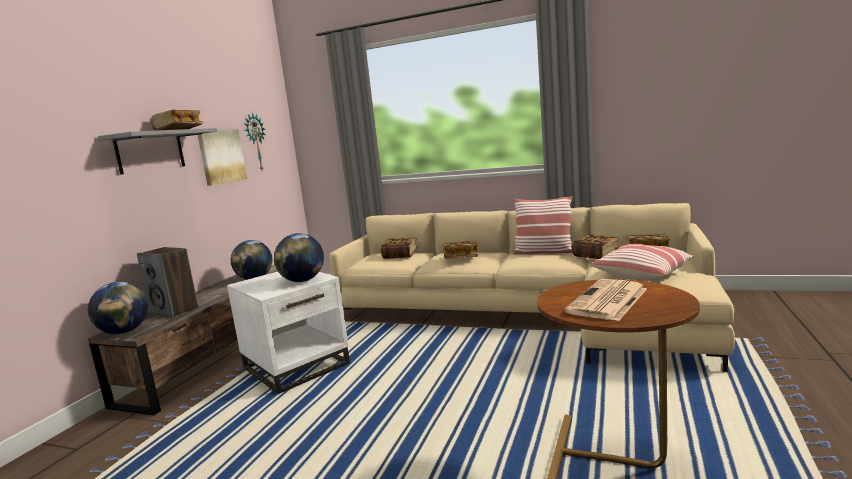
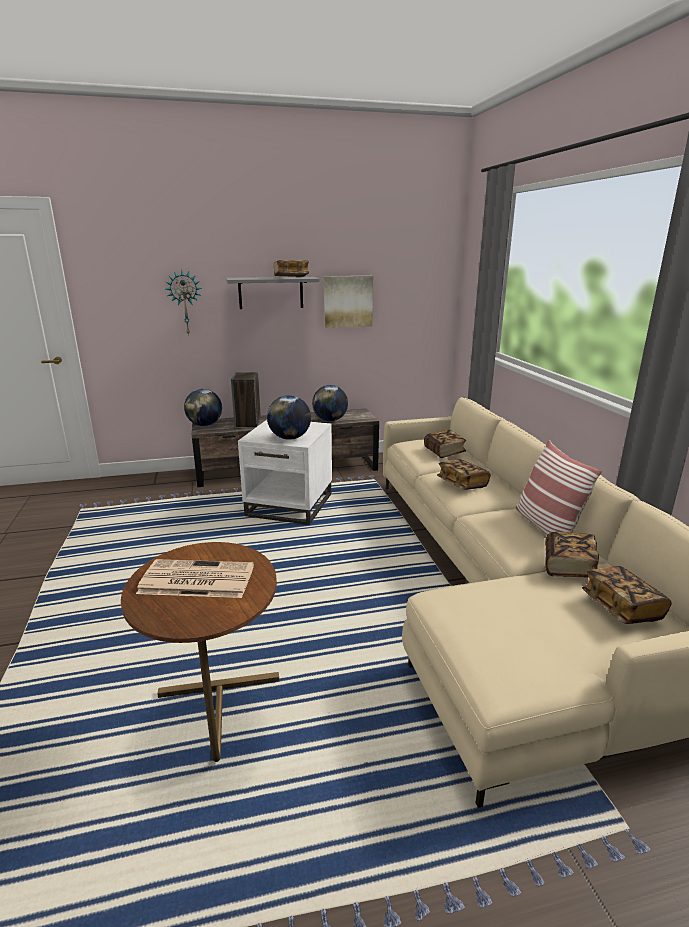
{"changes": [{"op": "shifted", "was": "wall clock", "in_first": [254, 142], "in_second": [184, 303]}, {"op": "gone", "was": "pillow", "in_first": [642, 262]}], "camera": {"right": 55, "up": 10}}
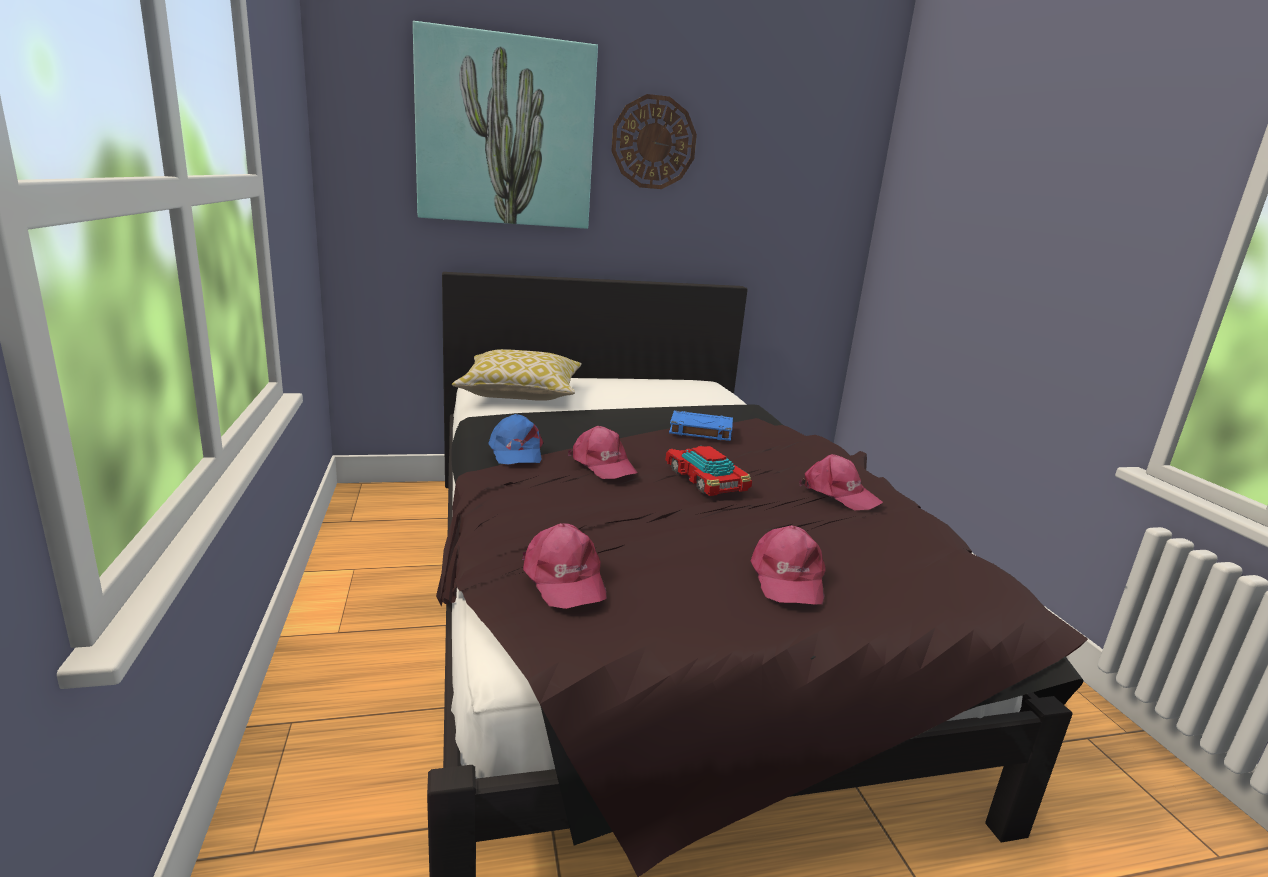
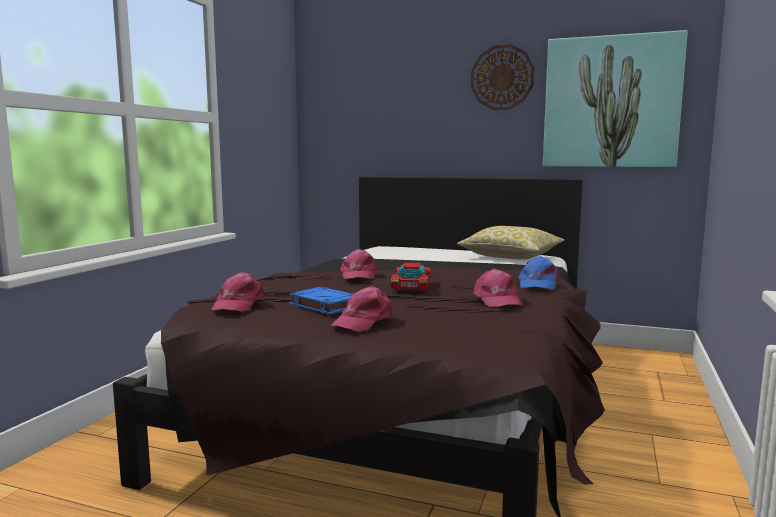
{"changes": [{"op": "shifted", "was": "picture", "in_first": [505, 125], "in_second": [615, 98]}, {"op": "shifted", "was": "pillow", "in_first": [517, 375], "in_second": [510, 243]}, {"op": "shifted", "was": "book/blue", "in_first": [701, 426], "in_second": [321, 300]}, {"op": "shifted", "was": "cap/blue", "in_first": [515, 439], "in_second": [540, 273]}], "camera": {"right": 35, "up": -10}}
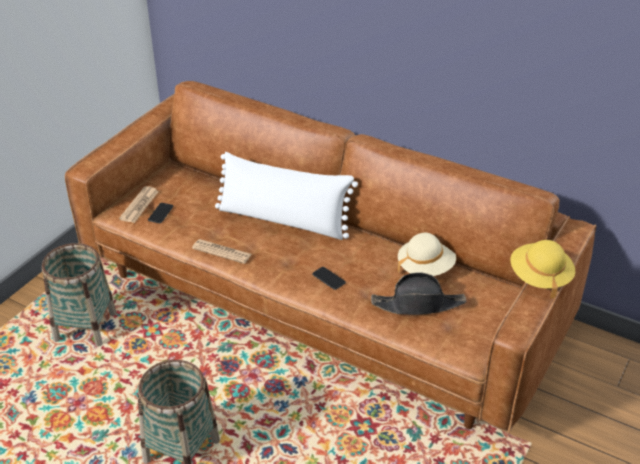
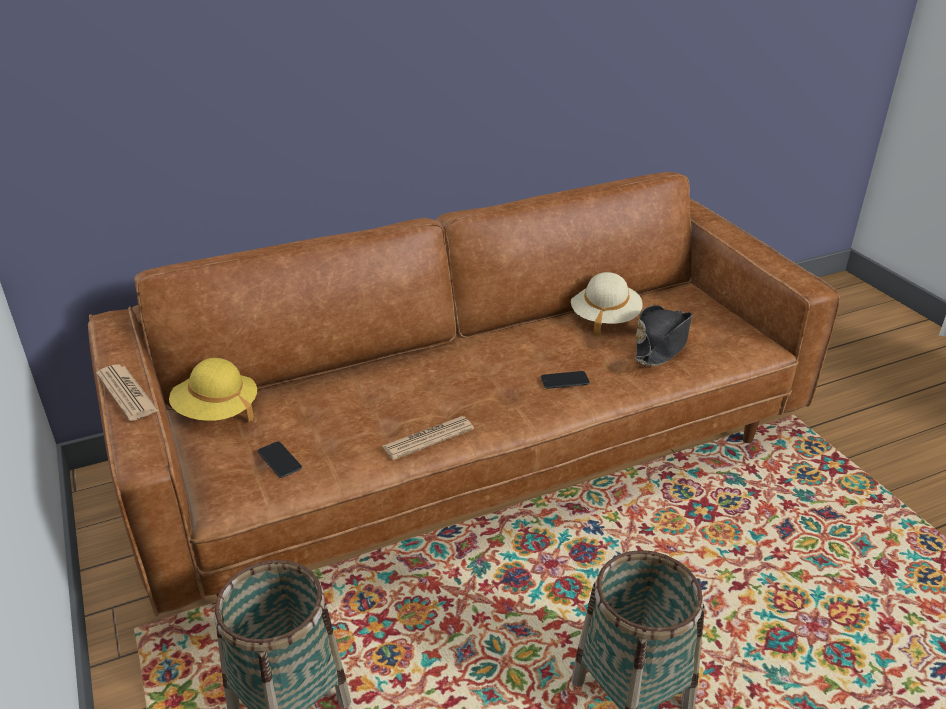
{"changes": [{"op": "gone", "was": "pillow/white", "in_first": [286, 196]}, {"op": "shifted", "was": "newspaper", "in_first": [139, 204], "in_second": [127, 393]}, {"op": "shifted", "was": "hat/yellow", "in_first": [542, 269], "in_second": [213, 390]}], "camera": {"right": -55, "up": -5}}
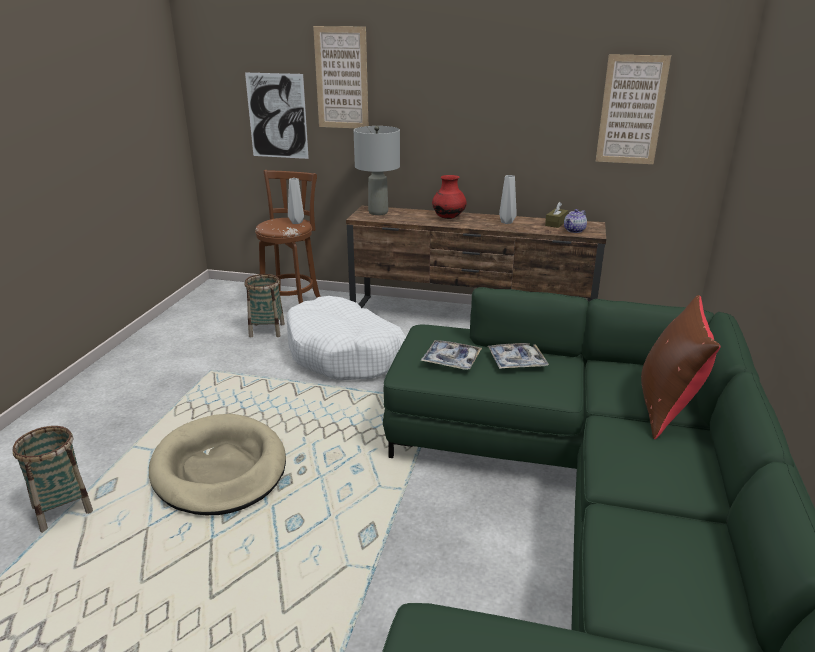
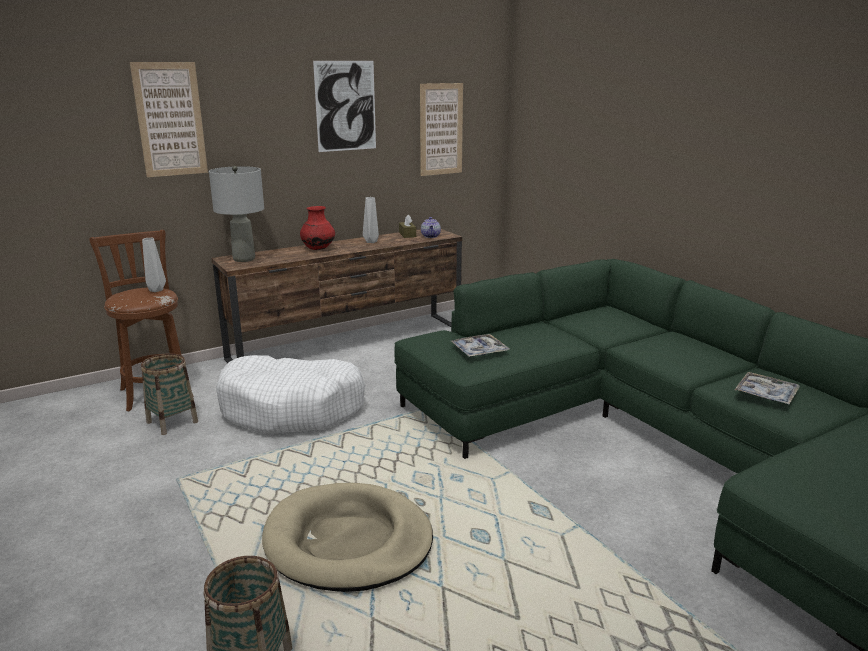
{"changes": [{"op": "shifted", "was": "picture", "in_first": [277, 116], "in_second": [344, 106]}, {"op": "gone", "was": "pillow/brown", "in_first": [681, 367]}, {"op": "shifted", "was": "tray", "in_first": [518, 356], "in_second": [767, 388]}], "camera": {"right": -45, "up": -5}}
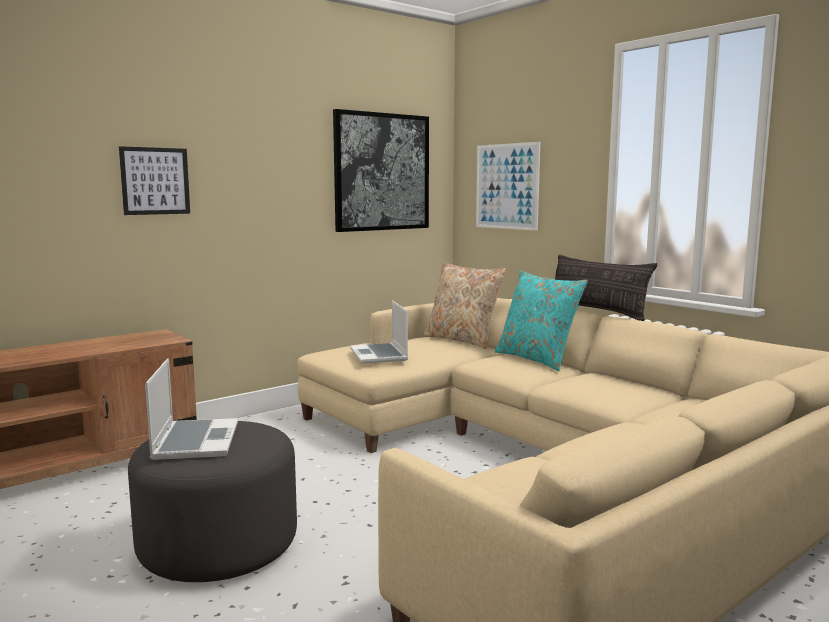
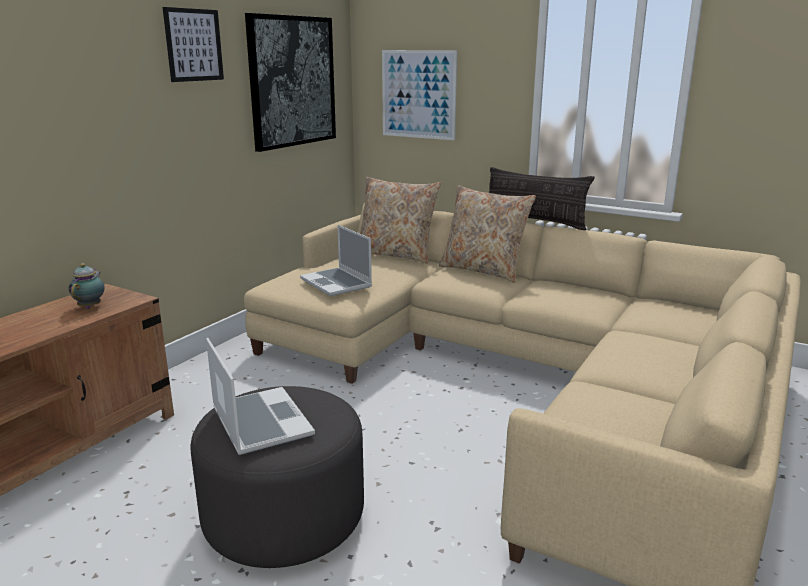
{"changes": [{"op": "shifted", "was": "picture", "in_first": [154, 180], "in_second": [193, 44]}, {"op": "repainted", "was": "pillow/turquoise", "now": "pillow/beige", "in_first": [541, 321], "in_second": [487, 234]}, {"op": "new", "now": "teapot", "in_second": [87, 286]}], "camera": {"right": -20, "up": 10}}
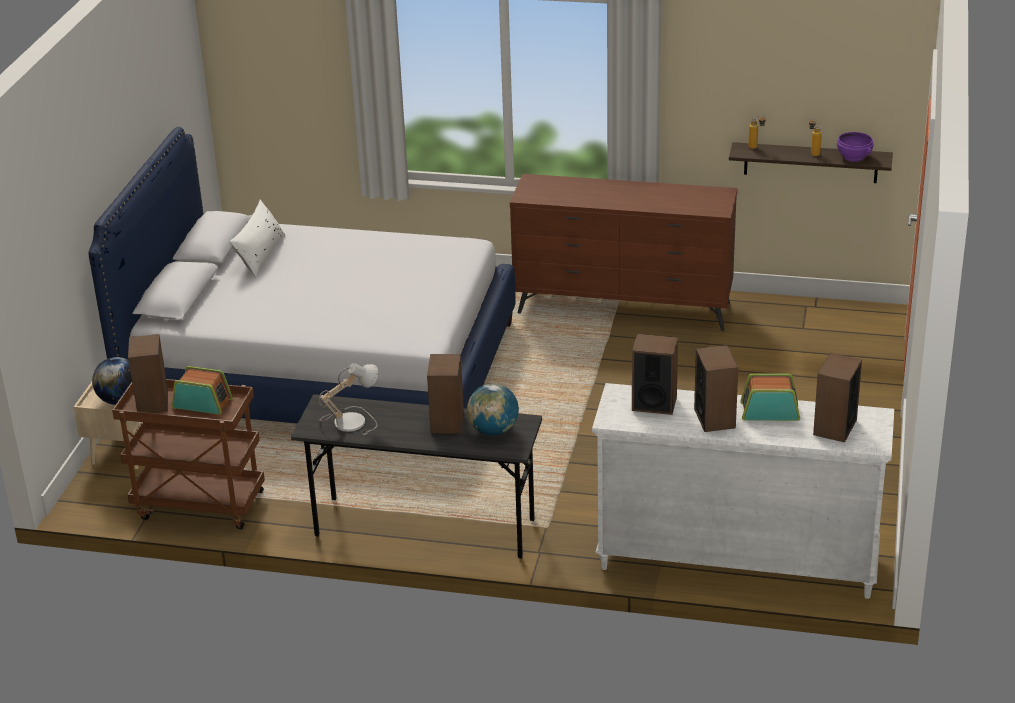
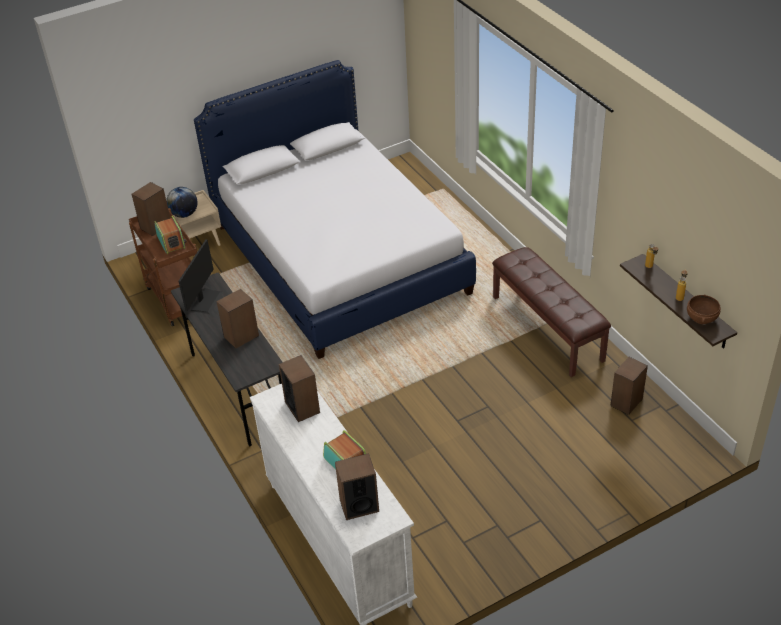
{"changes": [{"op": "repainted", "was": "bowl/purple", "now": "bowl/brown", "in_first": [855, 147], "in_second": [704, 309]}, {"op": "swapped", "was": "dresser/brown", "now": "bench/brown", "in_first": [624, 252], "in_second": [551, 312]}, {"op": "gone", "was": "pillow/white", "in_first": [257, 239]}, {"op": "shifted", "was": "speaker", "in_first": [716, 388], "in_second": [629, 386]}, {"op": "swapped", "was": "table lamp", "now": "monitor", "in_first": [349, 399], "in_second": [200, 276]}, {"op": "gone", "was": "globe", "in_first": [493, 410]}], "camera": {"right": 50, "up": 10}}
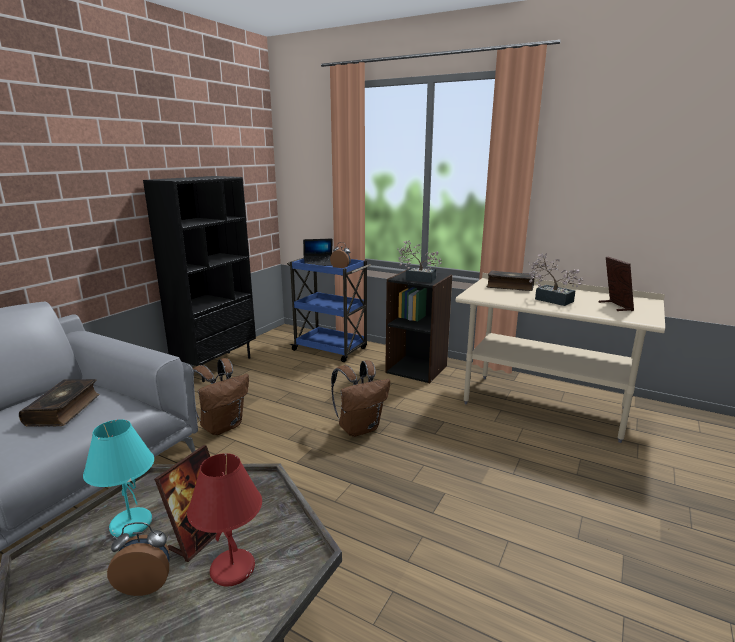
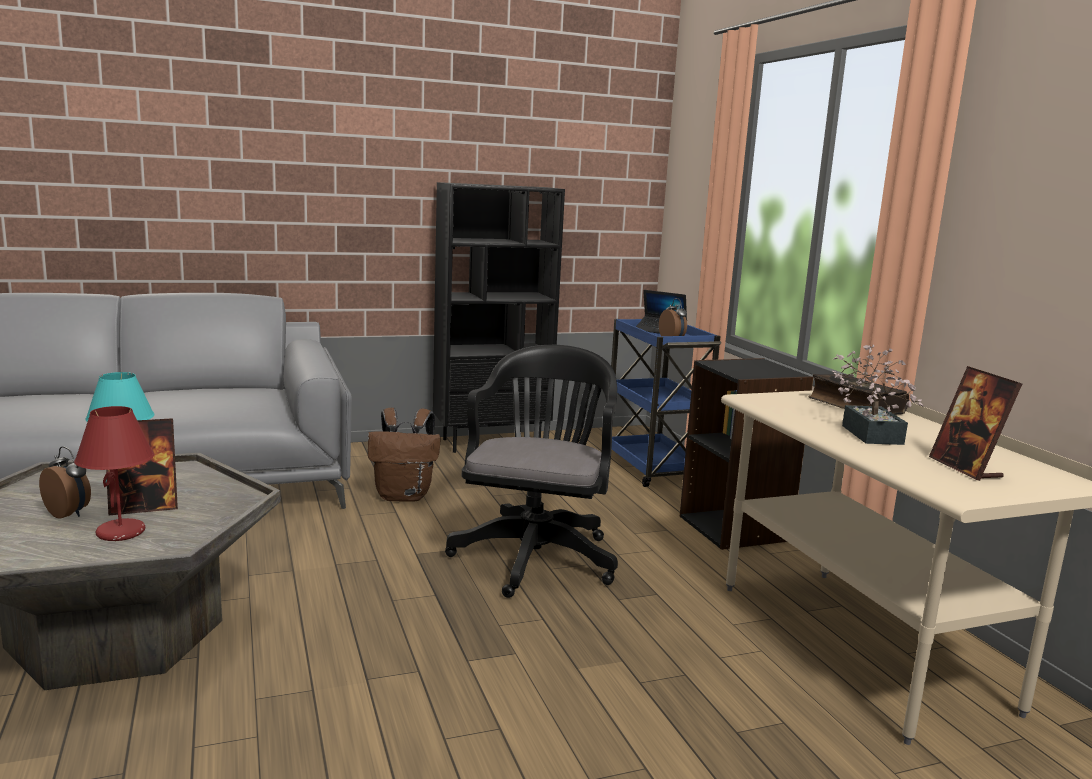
{"changes": [{"op": "gone", "was": "potted plant", "in_first": [420, 261]}, {"op": "rotated", "was": "picture frame", "in_first": [616, 284], "in_second": [975, 423], "clockwise": 135}, {"op": "swapped", "was": "backpack/brown", "now": "office chair/black", "in_first": [360, 398], "in_second": [531, 471]}, {"op": "gone", "was": "book", "in_first": [59, 403]}], "camera": {"right": 40, "up": -5}}
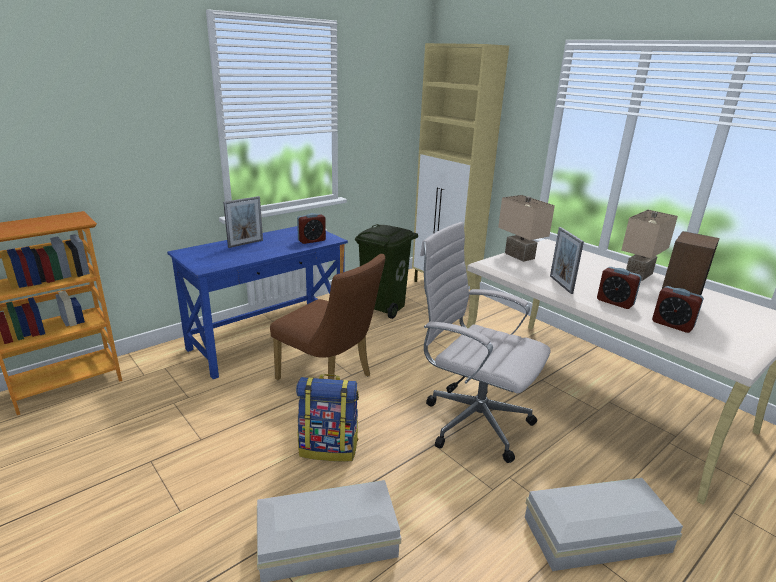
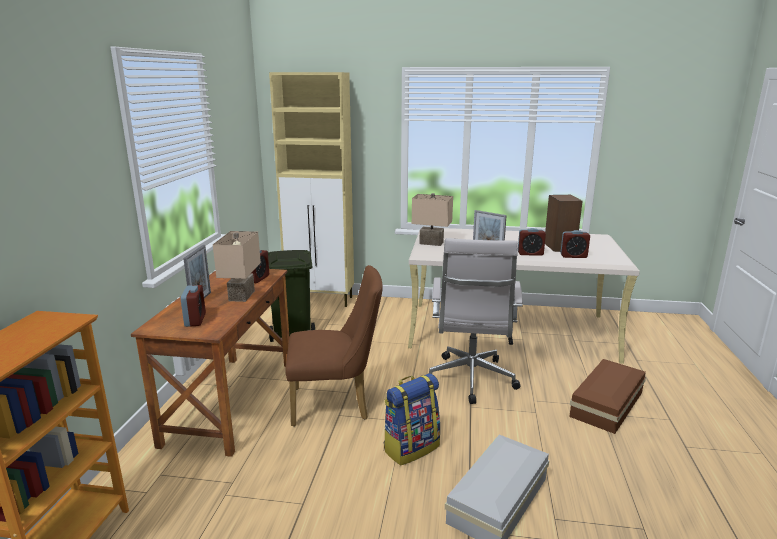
{"changes": [{"op": "shifted", "was": "table lamp/beige", "in_first": [649, 245], "in_second": [237, 266]}, {"op": "rotated", "was": "office chair/white", "in_first": [485, 342], "in_second": [476, 321], "clockwise": -75}, {"op": "repainted", "was": "desk/blue", "now": "desk/brown", "in_first": [257, 302], "in_second": [210, 363]}, {"op": "repainted", "was": "storage box/white", "now": "storage box/brown", "in_first": [604, 524], "in_second": [607, 396]}, {"op": "new", "now": "alarm clock", "in_second": [193, 306]}], "camera": {"right": -40, "up": -5}}
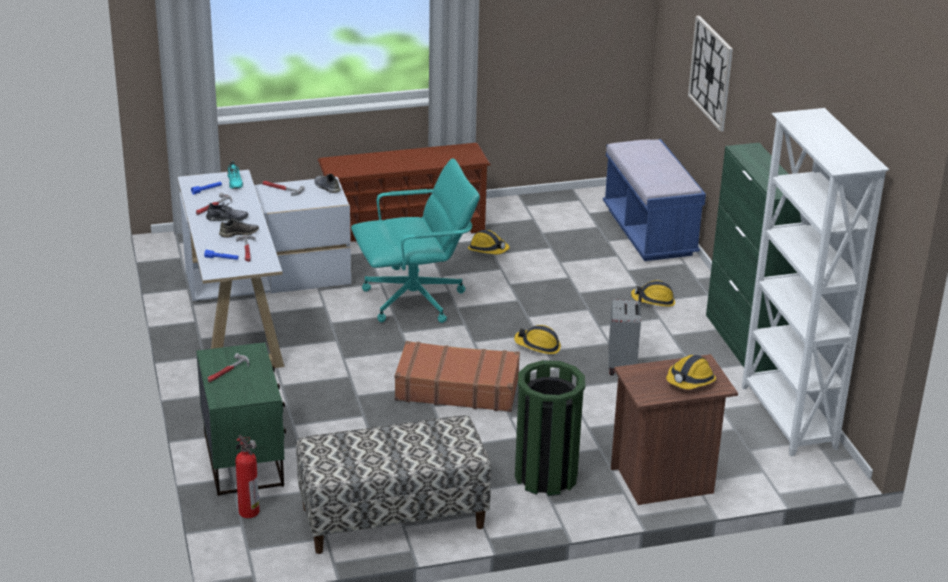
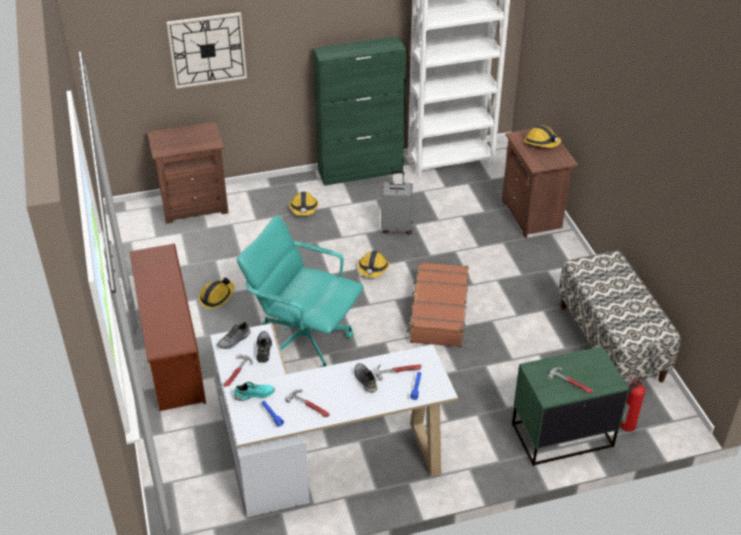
{"changes": [{"op": "swapped", "was": "bench/blue", "now": "nightstand/brown", "in_first": [654, 200], "in_second": [187, 173]}, {"op": "rotated", "was": "office chair/turquoise", "in_first": [415, 240], "in_second": [300, 291], "clockwise": -45}, {"op": "shifted", "was": "shoe/grey", "in_first": [227, 212], "in_second": [264, 346]}, {"op": "gone", "was": "trash can/green", "in_first": [550, 428]}], "camera": {"right": -90, "up": 10}}
